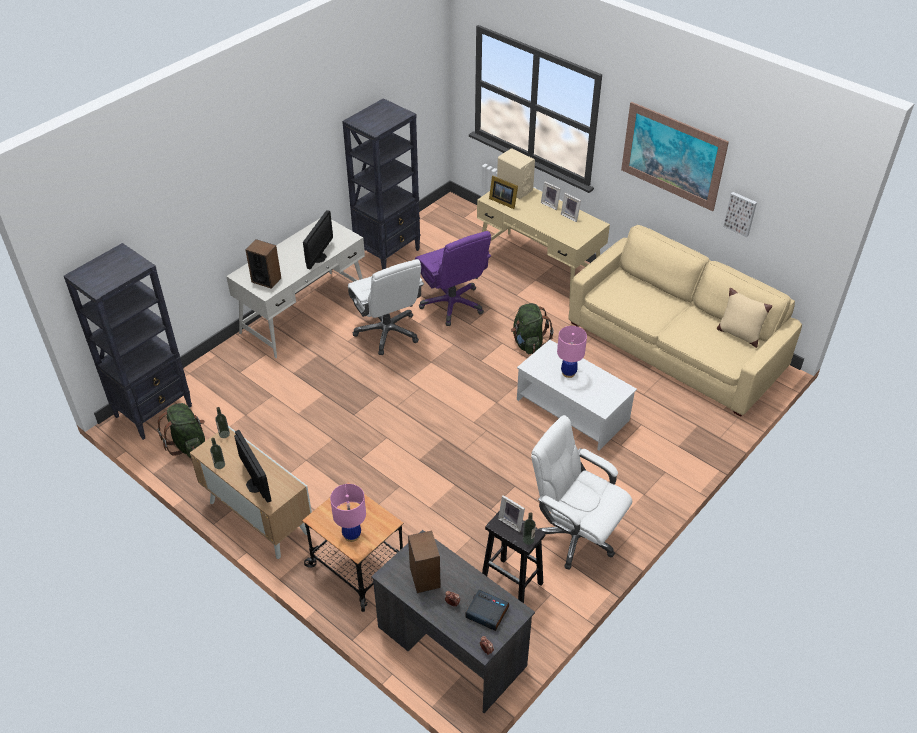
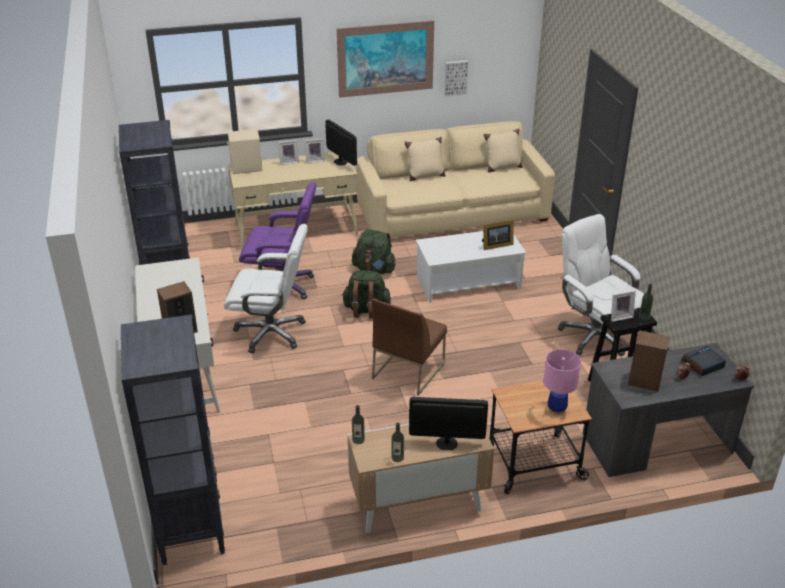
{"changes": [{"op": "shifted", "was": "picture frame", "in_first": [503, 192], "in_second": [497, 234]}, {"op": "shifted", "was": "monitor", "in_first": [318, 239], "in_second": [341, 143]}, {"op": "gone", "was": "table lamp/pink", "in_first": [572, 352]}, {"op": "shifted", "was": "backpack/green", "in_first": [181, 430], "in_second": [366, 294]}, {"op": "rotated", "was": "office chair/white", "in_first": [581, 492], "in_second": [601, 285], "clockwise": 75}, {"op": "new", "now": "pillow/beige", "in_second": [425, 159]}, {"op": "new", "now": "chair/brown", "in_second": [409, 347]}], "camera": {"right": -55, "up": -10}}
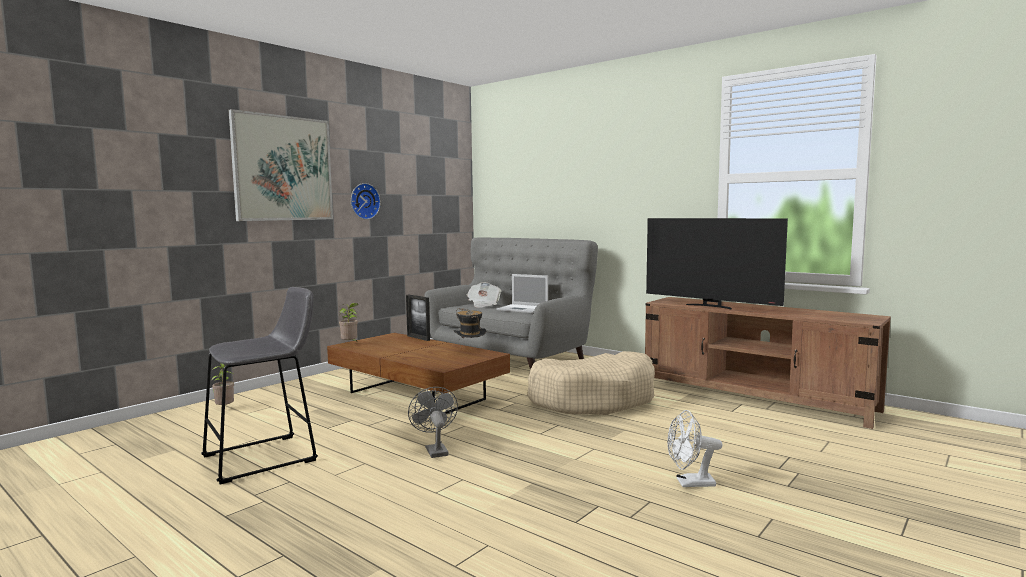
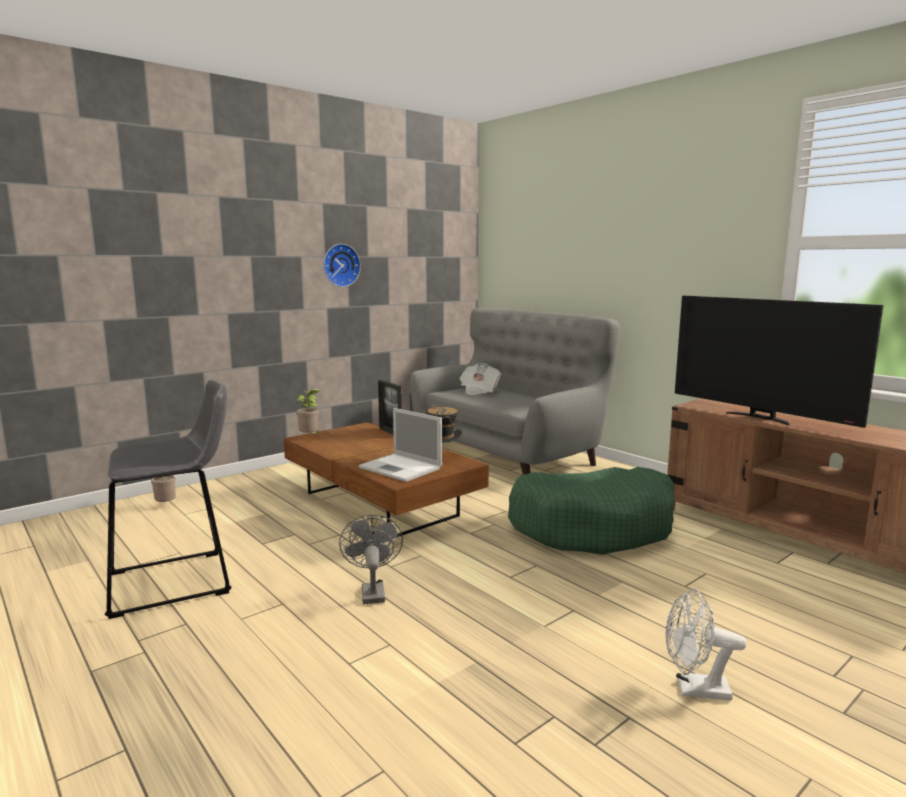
{"changes": [{"op": "gone", "was": "picture", "in_first": [281, 165]}, {"op": "shifted", "was": "laptop", "in_first": [522, 293], "in_second": [400, 445]}, {"op": "repainted", "was": "dog bed/beige", "now": "dog bed/green", "in_first": [591, 383], "in_second": [591, 511]}], "camera": {"right": 10, "up": 5}}
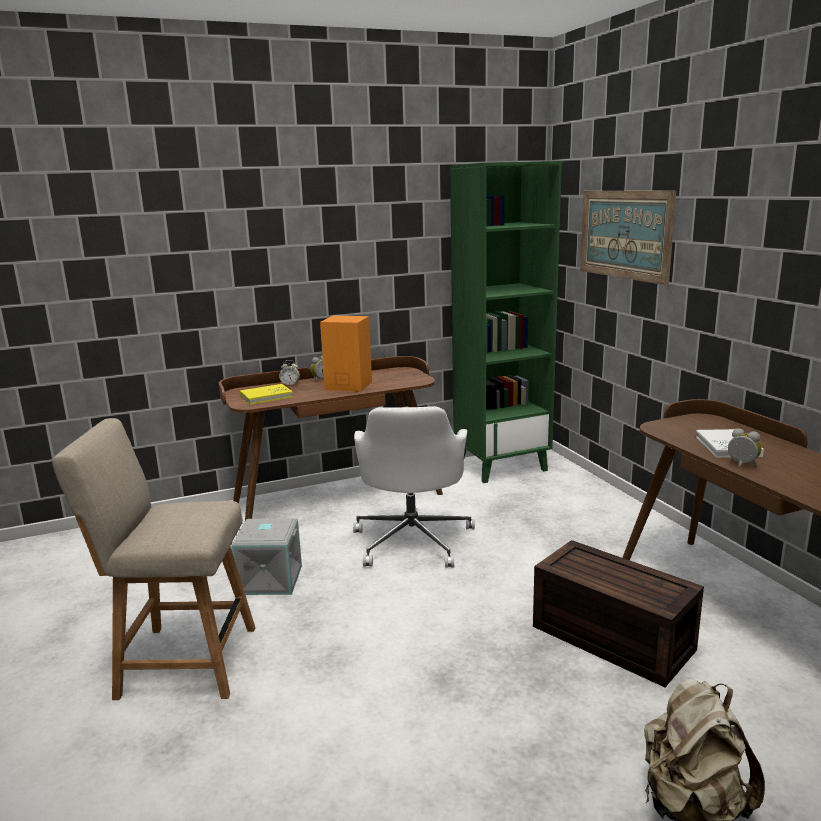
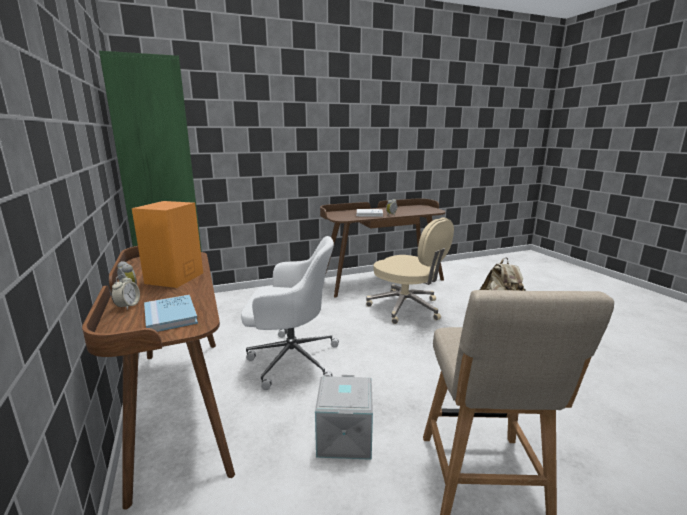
{"changes": [{"op": "gone", "was": "picture", "in_first": [628, 237]}, {"op": "repainted", "was": "book/yellow", "now": "book/blue", "in_first": [266, 394], "in_second": [171, 313]}, {"op": "swapped", "was": "storage box/brown", "now": "office chair/beige", "in_first": [618, 613], "in_second": [410, 271]}], "camera": {"right": -90, "up": 0}}
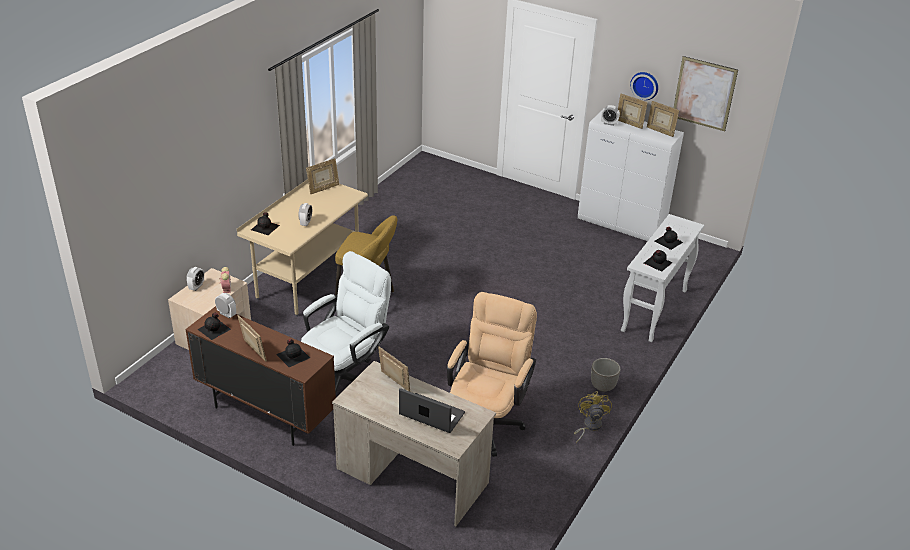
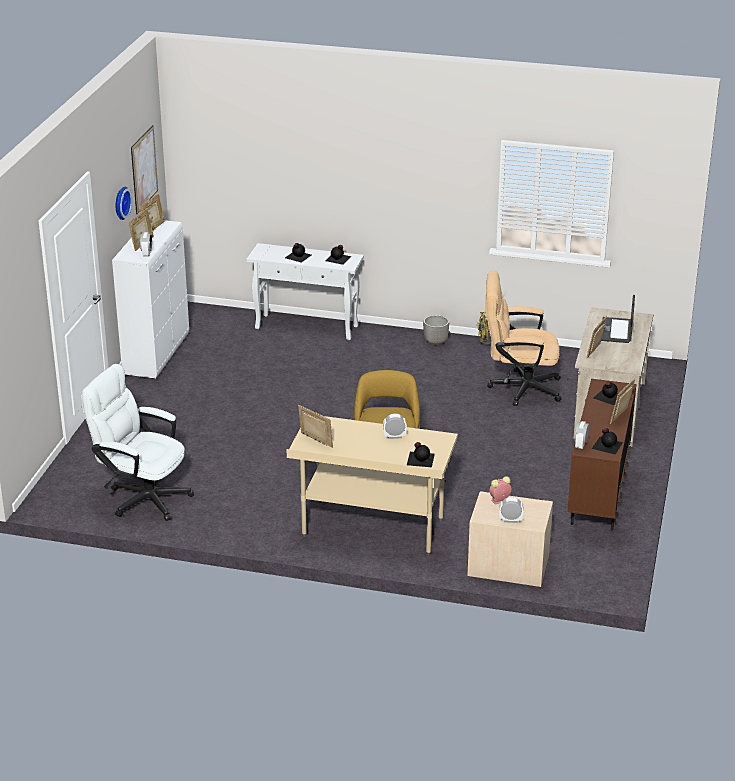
{"changes": [{"op": "shifted", "was": "office chair/white", "in_first": [346, 322], "in_second": [137, 442]}], "camera": {"right": -105, "up": -5}}
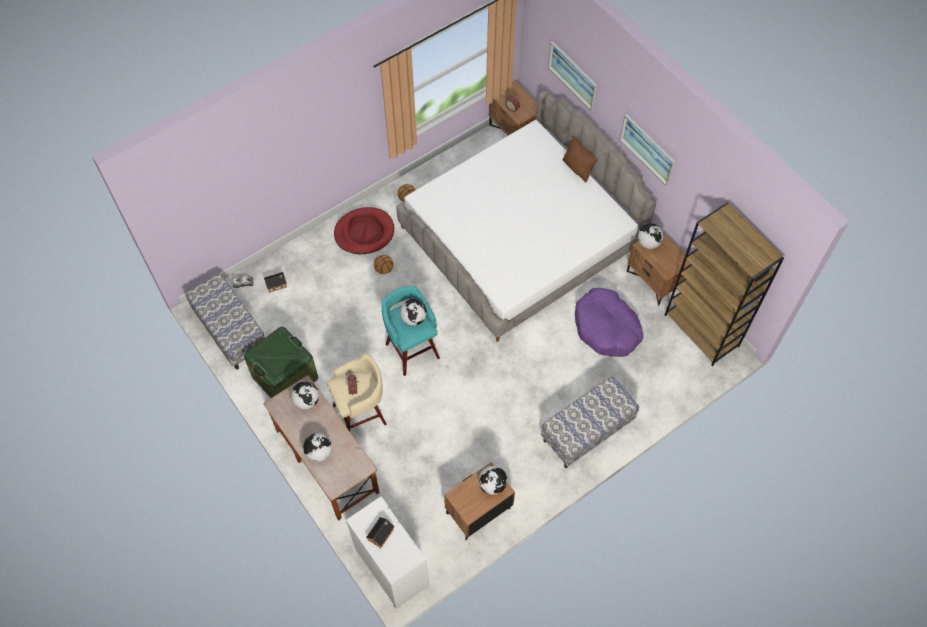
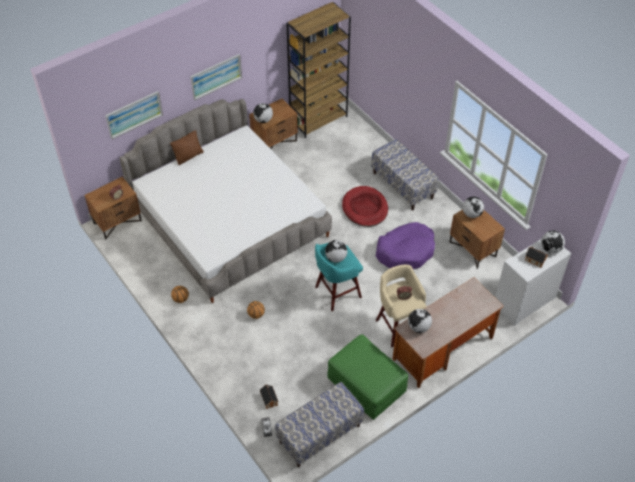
{"changes": [{"op": "shifted", "was": "dog bed/red", "in_first": [364, 231], "in_second": [365, 206]}, {"op": "shifted", "was": "dog bed/purple", "in_first": [609, 322], "in_second": [405, 245]}, {"op": "swapped", "was": "storage box/green", "now": "ottoman/green", "in_first": [281, 362], "in_second": [367, 377]}, {"op": "shifted", "was": "globe", "in_first": [317, 447], "in_second": [553, 242]}], "camera": {"right": -90, "up": -10}}
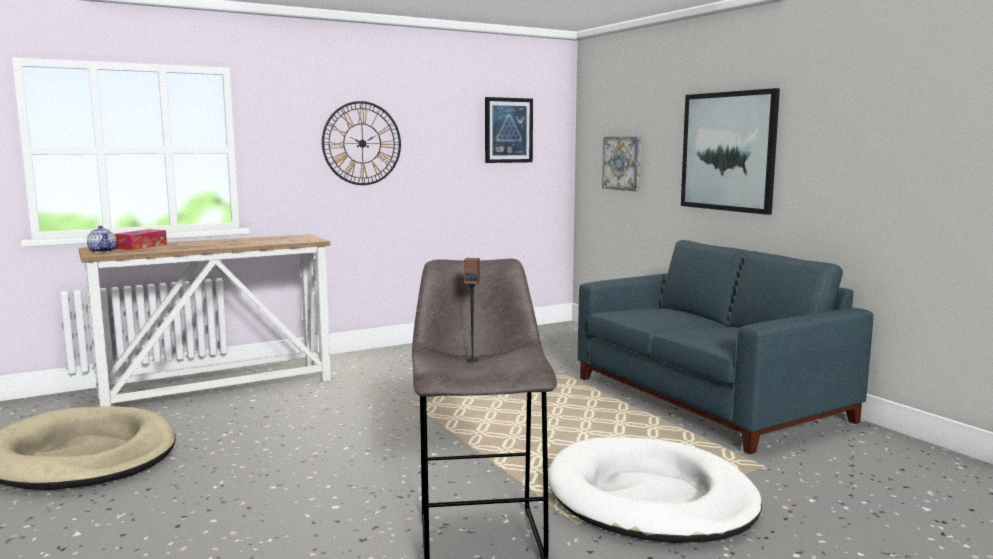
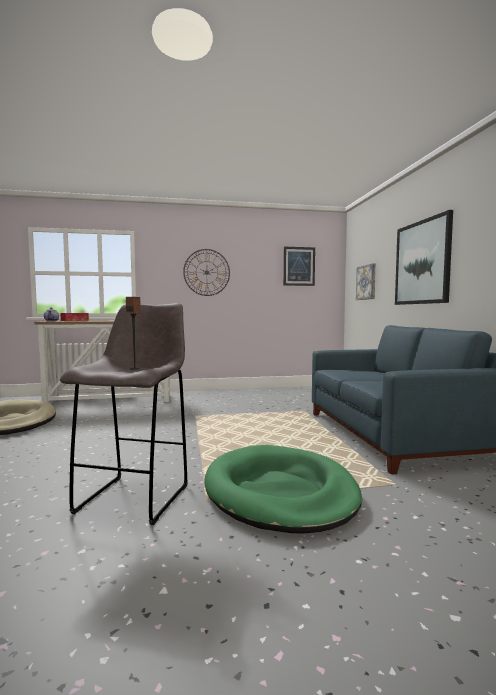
{"changes": [{"op": "repainted", "was": "dog bed/white", "now": "dog bed/green", "in_first": [655, 490], "in_second": [283, 489]}], "camera": {"right": 20, "up": -5}}
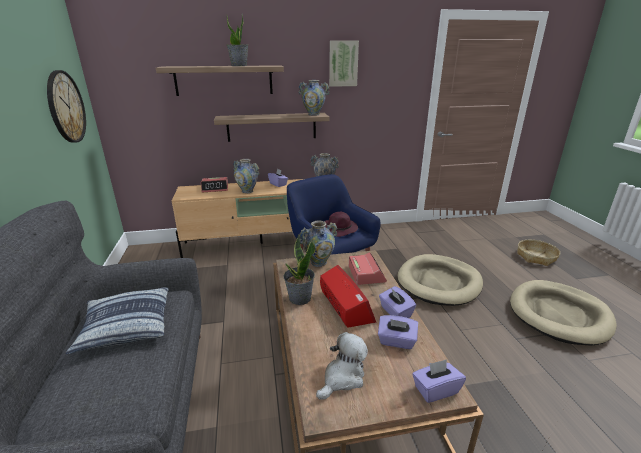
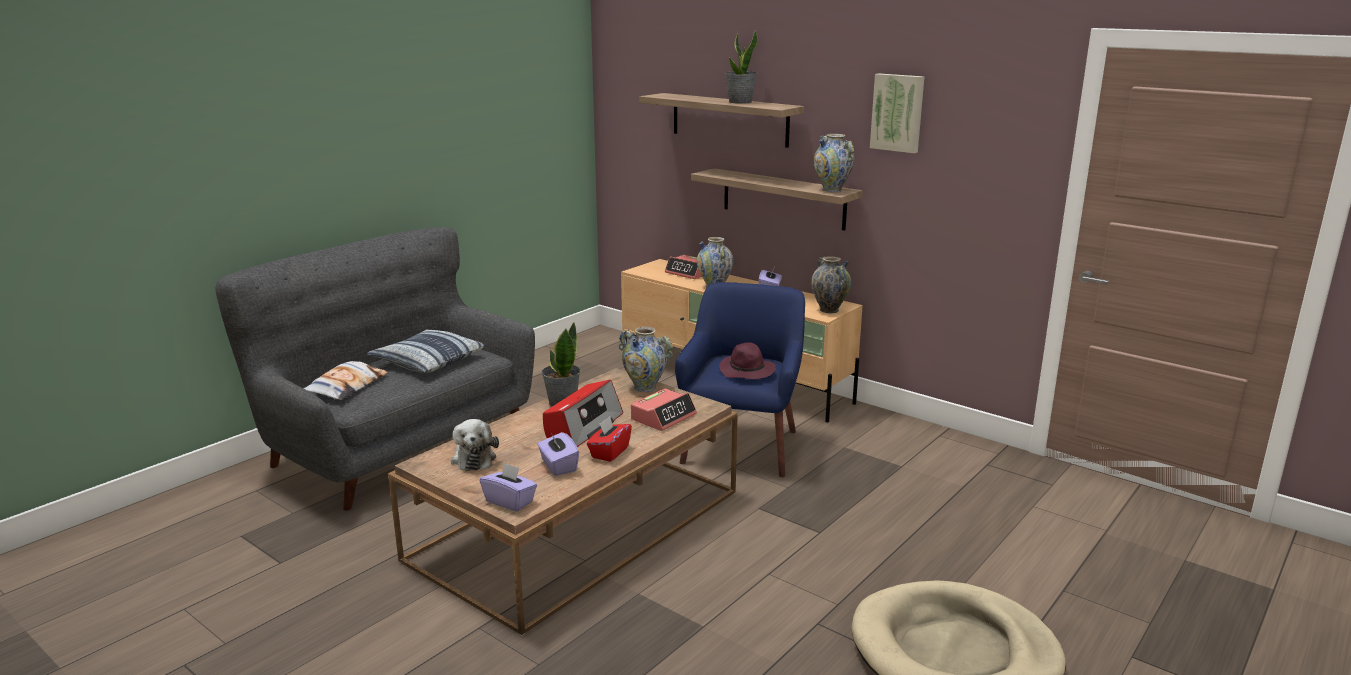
{"changes": [{"op": "gone", "was": "wall clock", "in_first": [66, 106]}, {"op": "gone", "was": "basket", "in_first": [538, 253]}, {"op": "gone", "was": "dog bed/beige", "in_first": [440, 280]}, {"op": "repainted", "was": "tissue box/purple", "now": "tissue box/red", "in_first": [397, 302], "in_second": [609, 439]}, {"op": "rotated", "was": "plush toy", "in_first": [342, 366], "in_second": [475, 445], "clockwise": 75}, {"op": "new", "now": "pillow", "in_second": [345, 380]}], "camera": {"right": 50, "up": -5}}
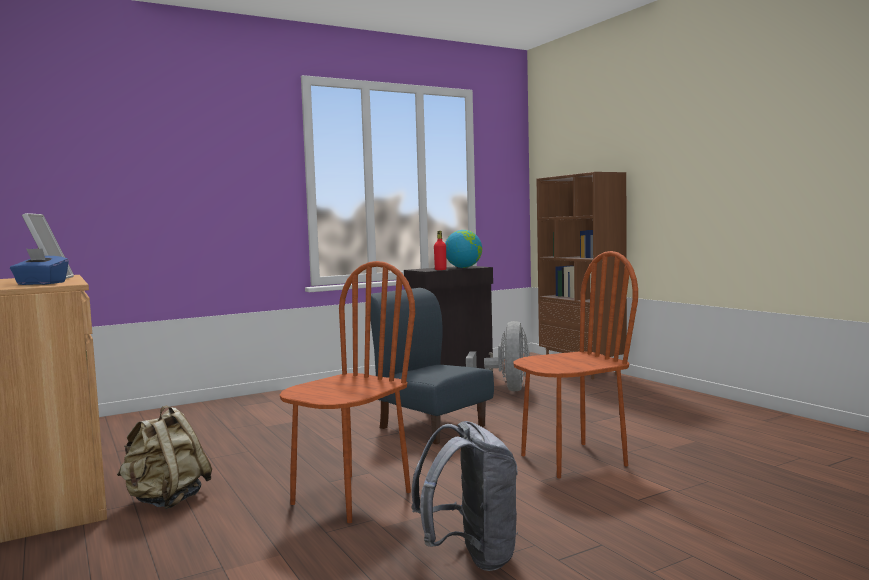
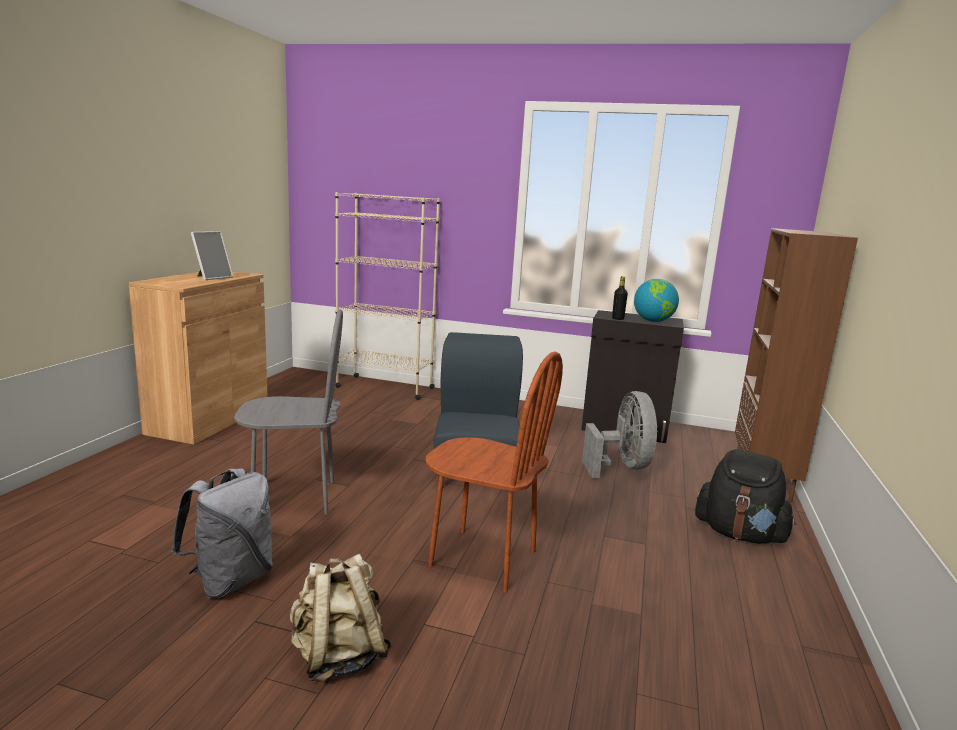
{"changes": [{"op": "repainted", "was": "bottle/red", "now": "bottle/black", "in_first": [440, 250], "in_second": [620, 298]}, {"op": "gone", "was": "tissue box/blue", "in_first": [39, 267]}, {"op": "repainted", "was": "chair/brown", "now": "chair/grey", "in_first": [347, 392], "in_second": [288, 411]}, {"op": "rotated", "was": "fan/grey", "in_first": [498, 356], "in_second": [620, 434], "clockwise": -60}, {"op": "shifted", "was": "backpack/beige", "in_first": [164, 457], "in_second": [341, 618]}, {"op": "new", "now": "bookcase/beige", "in_second": [387, 296]}, {"op": "new", "now": "backpack/black", "in_second": [745, 496]}], "camera": {"right": 45, "up": 10}}
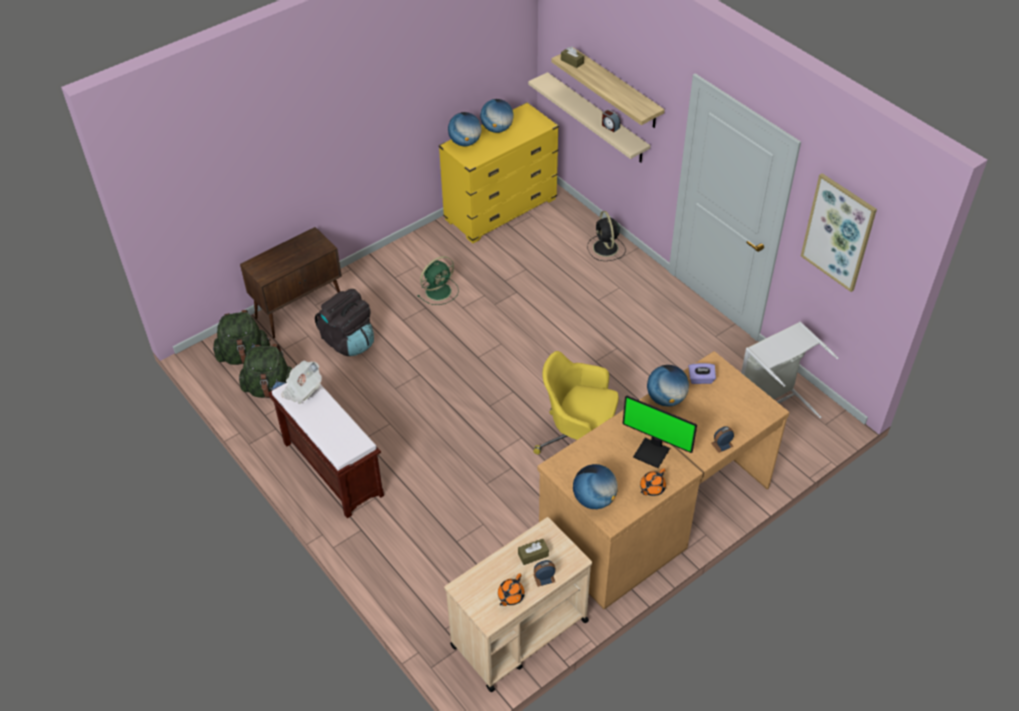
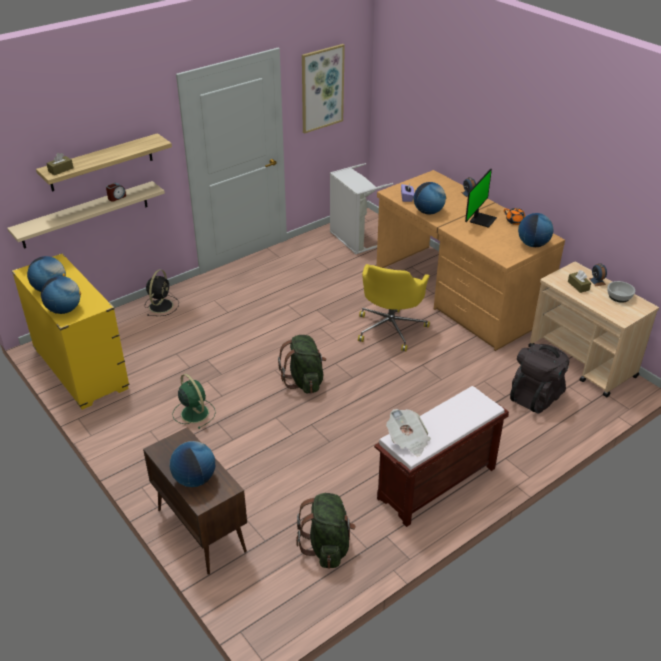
{"changes": [{"op": "rotated", "was": "fan/black", "in_first": [607, 236], "in_second": [162, 293], "clockwise": -60}, {"op": "shifted", "was": "backpack/black", "in_first": [344, 322], "in_second": [539, 378]}, {"op": "shifted", "was": "backpack/green", "in_first": [242, 337], "in_second": [302, 364]}, {"op": "swapped", "was": "teapot/orange", "now": "bowl", "in_first": [511, 589], "in_second": [621, 292]}, {"op": "new", "now": "globe", "in_second": [192, 464]}], "camera": {"right": -90, "up": -10}}
